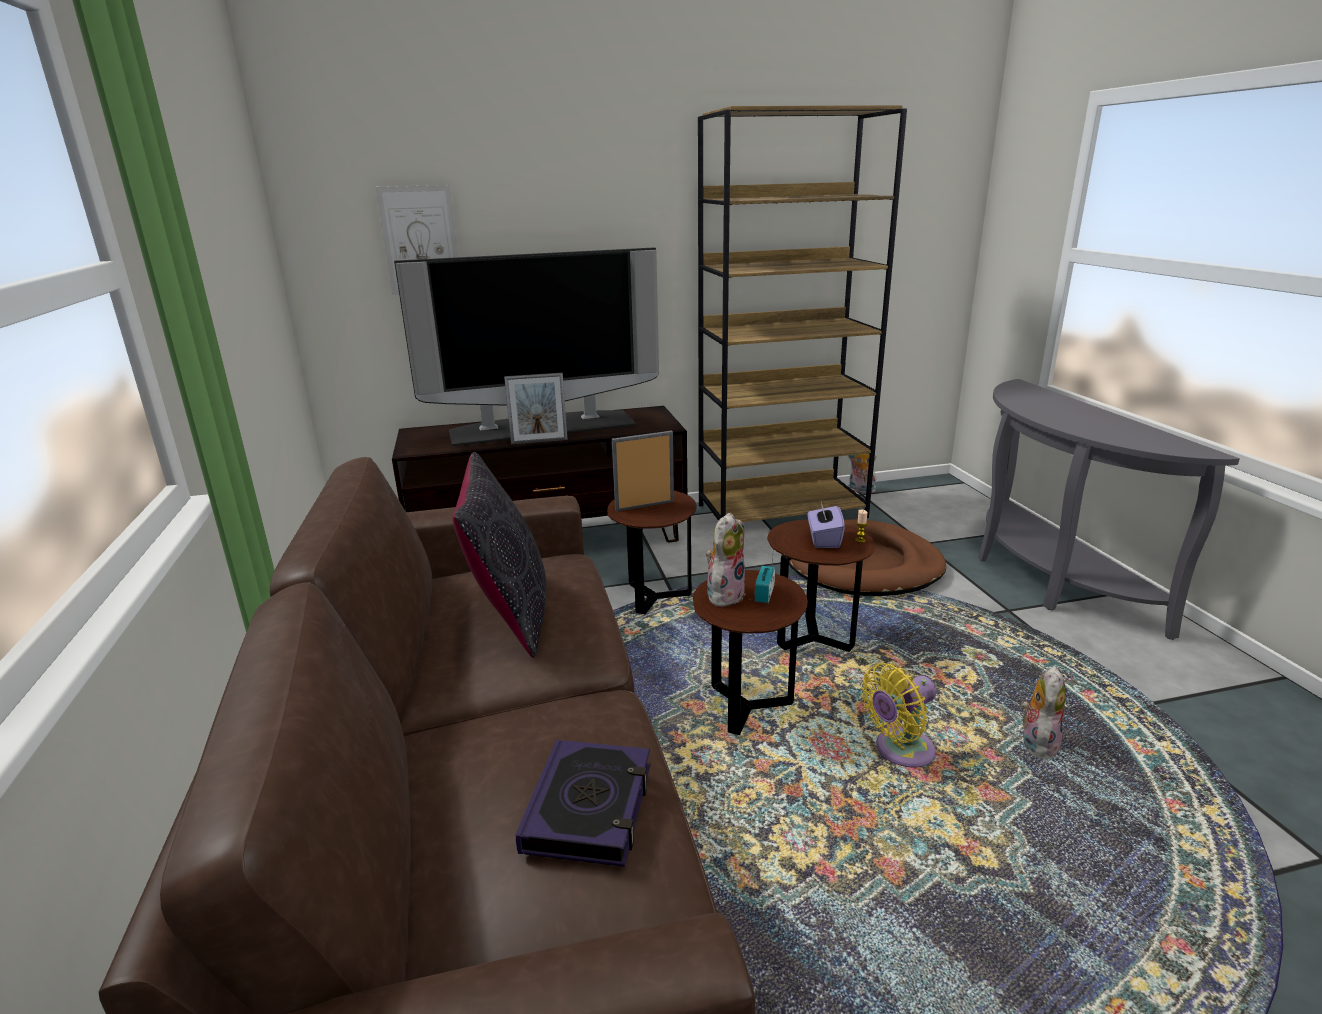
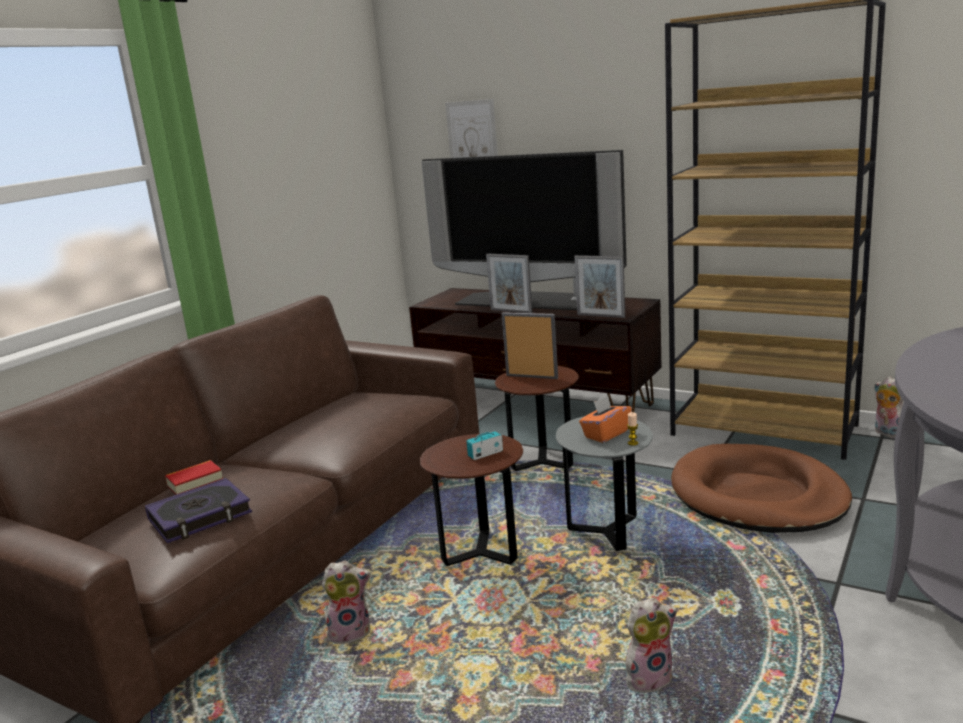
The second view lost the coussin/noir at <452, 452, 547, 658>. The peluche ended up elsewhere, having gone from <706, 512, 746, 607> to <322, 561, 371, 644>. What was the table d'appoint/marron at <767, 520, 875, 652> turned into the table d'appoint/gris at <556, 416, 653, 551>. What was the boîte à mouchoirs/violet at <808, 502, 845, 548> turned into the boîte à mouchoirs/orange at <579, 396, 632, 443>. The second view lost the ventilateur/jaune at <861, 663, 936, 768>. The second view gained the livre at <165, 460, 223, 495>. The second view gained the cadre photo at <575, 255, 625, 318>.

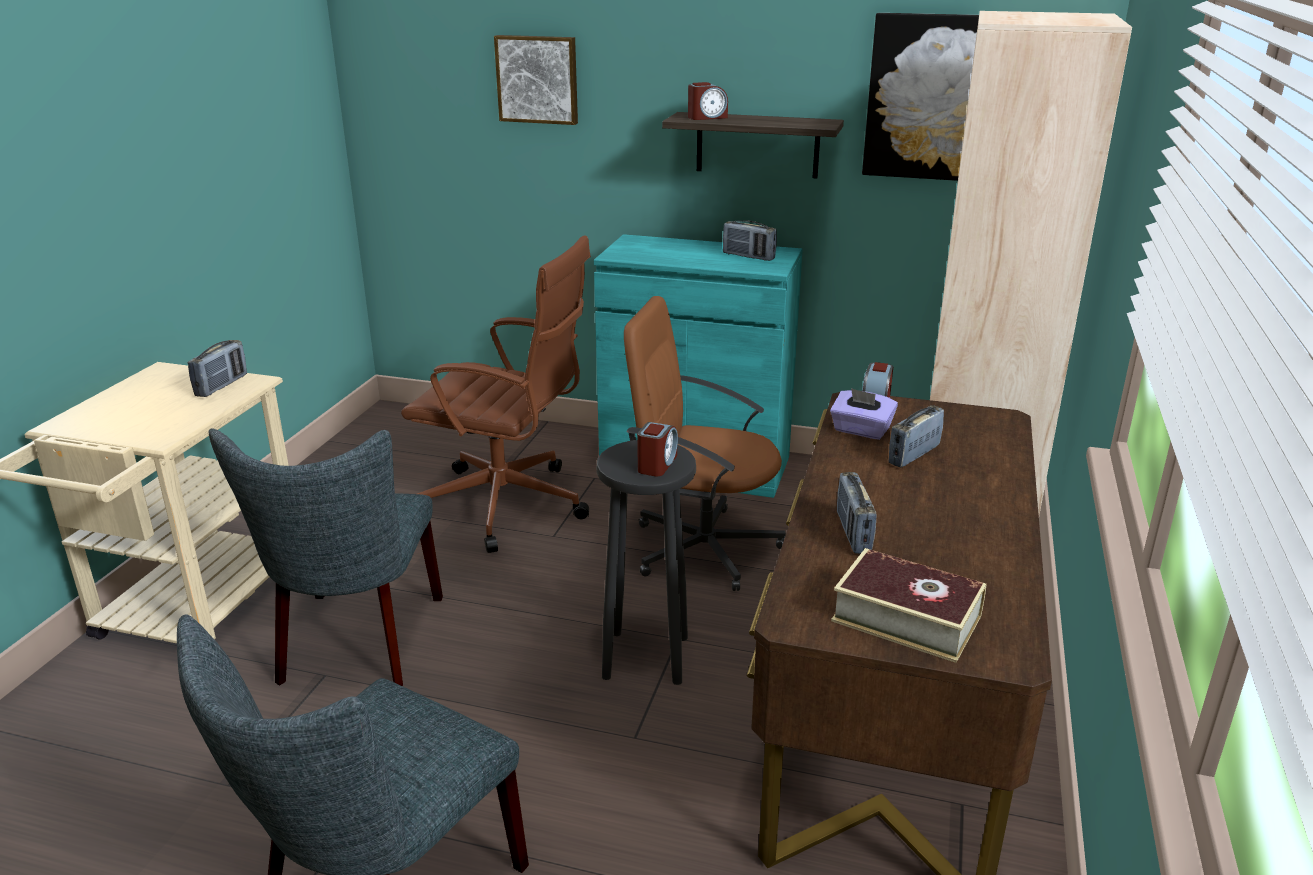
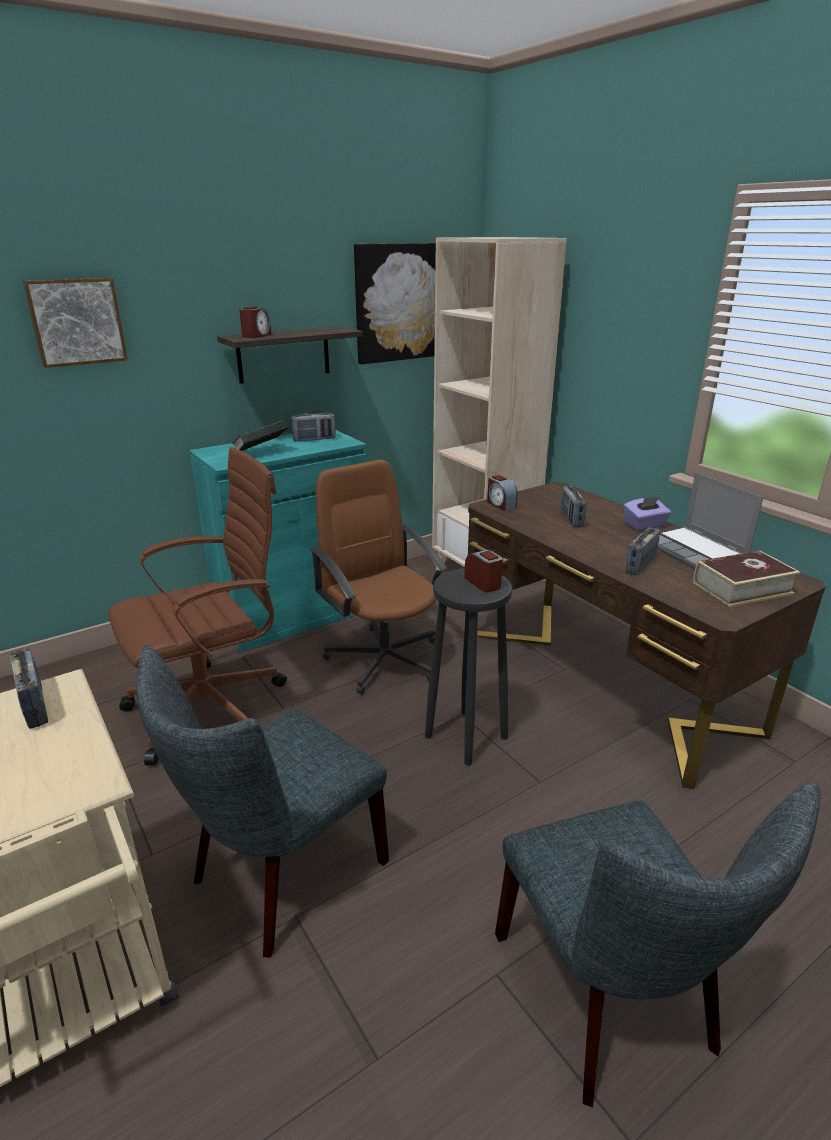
The chaise/gris at <209, 428, 443, 686> ended up facing another way, 90 degrees clockwise from before. The chaise de bureau/marron at <624, 296, 786, 591> ended up facing another way, 90 degrees clockwise from before. The boîte à mouchoirs/violet ended up elsewhere, having gone from <830, 388, 898, 440> to <623, 496, 671, 531>. The radio at <837, 472, 877, 554> ended up facing another way, 90 degrees clockwise from before. The second view gained the livre at <232, 420, 288, 451>. The second view gained the ordinateur portable at <658, 472, 763, 568>.

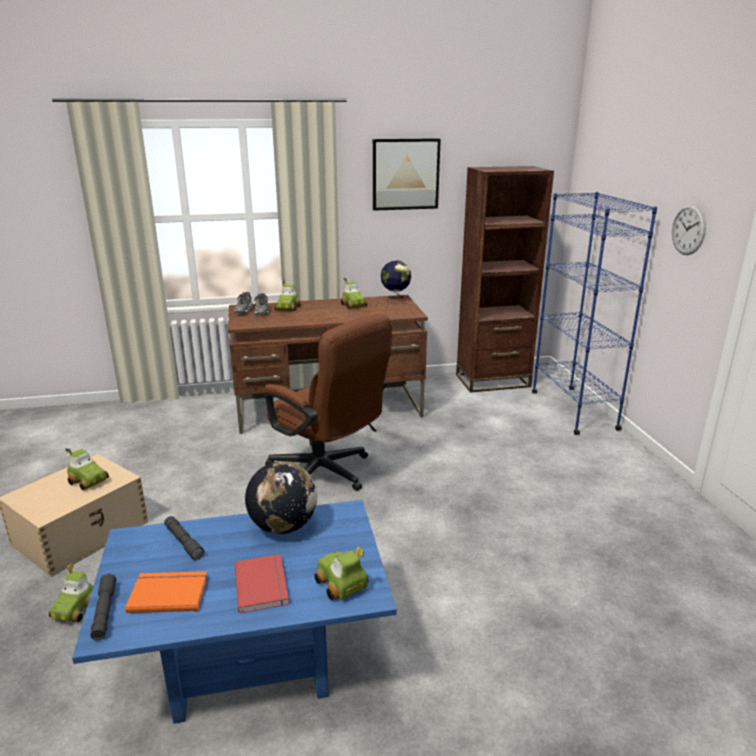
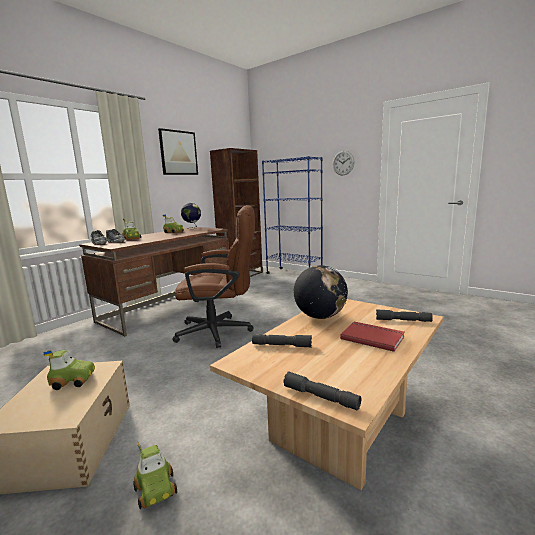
What was the table basse/bleu at <72, 500, 397, 724> turned into the table basse/beige at <210, 299, 443, 490>. The second view lost the livre/orange at <125, 571, 208, 613>. Where the petite voiture stood at <314, 546, 368, 600>, the lampe de poche/gris came to stand at <376, 309, 433, 322>.

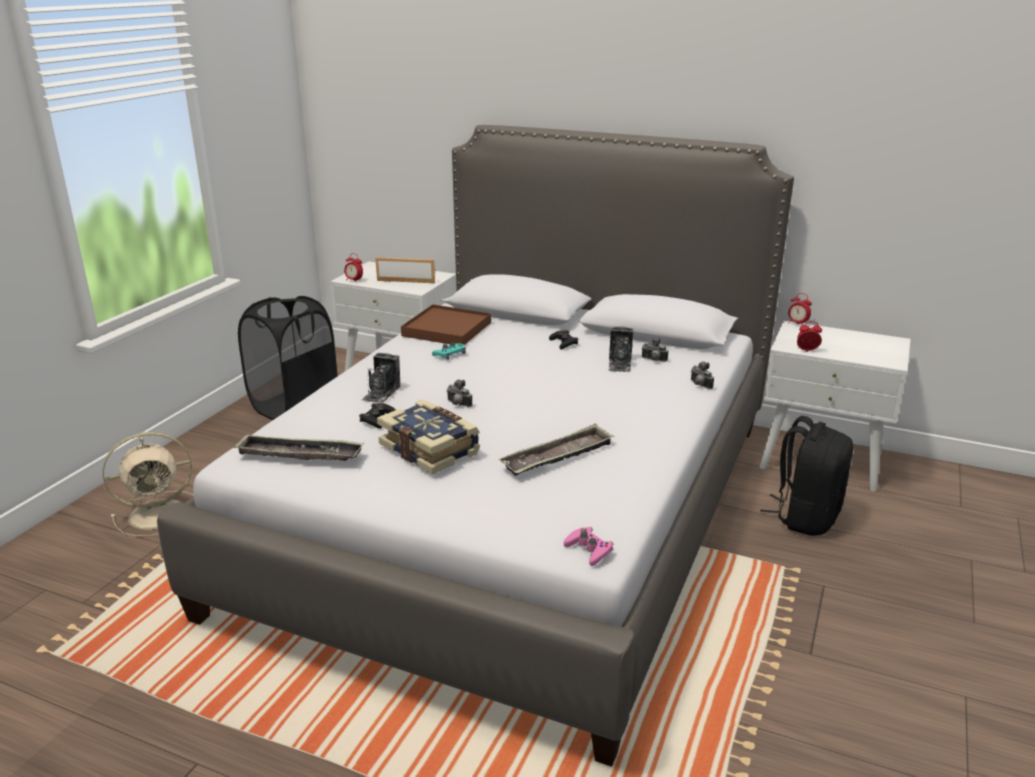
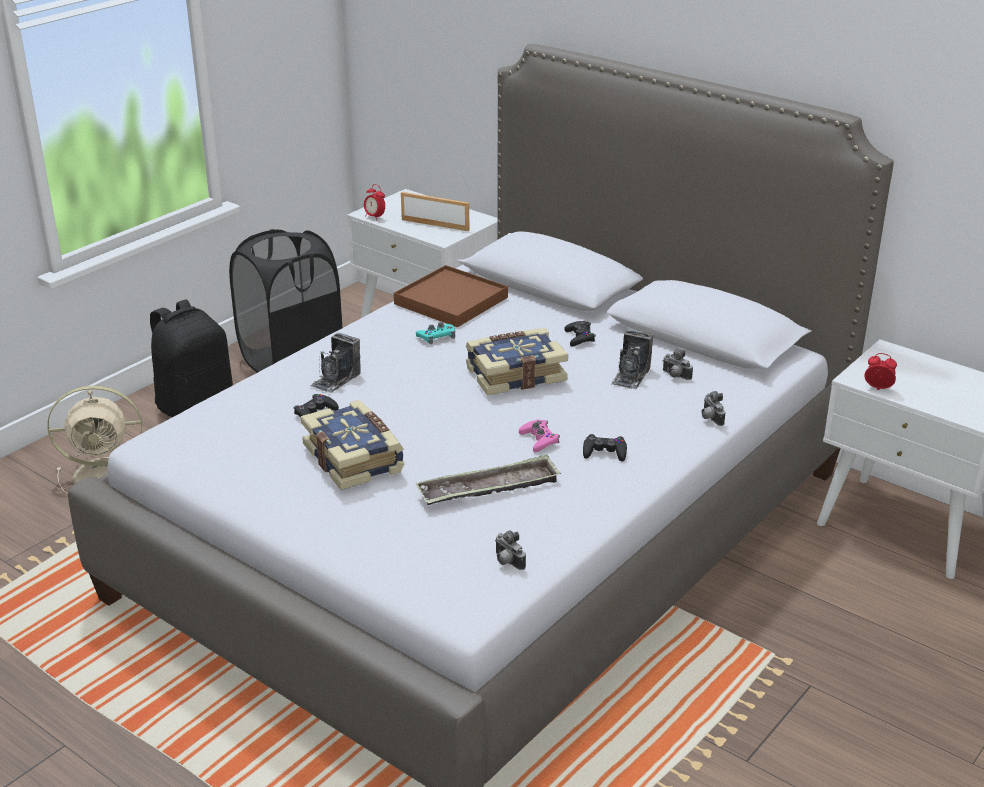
The second view lost the plateau at <233, 434, 364, 461>. The appareil photo ended up elsewhere, having gone from <447, 379, 472, 407> to <495, 530, 526, 570>. The manette/rose ended up elsewhere, having gone from <564, 527, 613, 566> to <519, 420, 560, 452>. The sac à dos/noir ended up elsewhere, having gone from <760, 416, 854, 536> to <150, 300, 233, 417>. The second view lost the réveil at <788, 293, 812, 325>. The second view gained the livre at <466, 328, 568, 396>. The second view gained the manette/noir at <583, 434, 627, 462>.

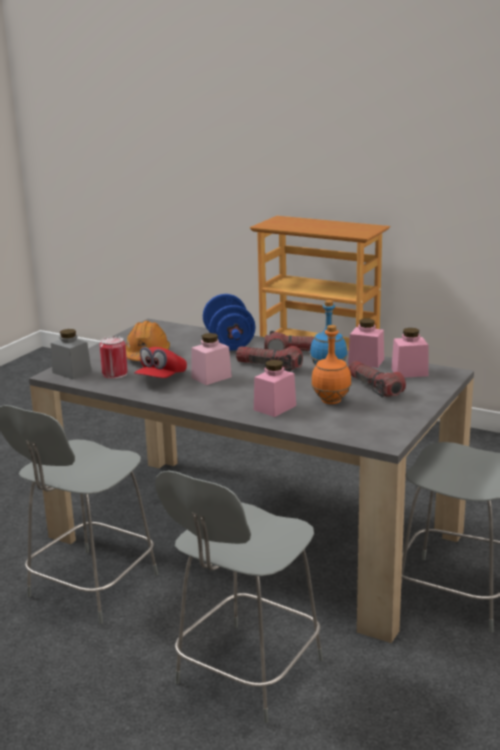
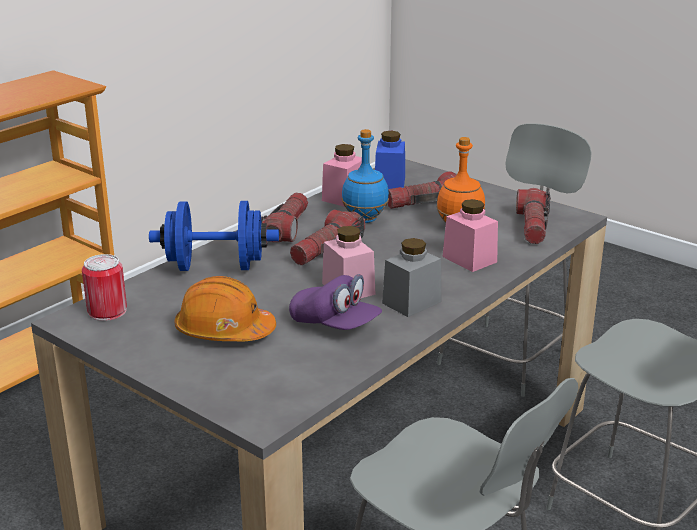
The bocal/gris ended up elsewhere, having gone from <51, 329, 92, 380> to <382, 238, 441, 317>. The boîte métallique ended up elsewhere, having gone from <99, 336, 128, 379> to <82, 254, 127, 321>. What was the casquette/rouge at <134, 347, 187, 378> turned into the casquette/violet at <289, 274, 382, 330>. What was the bocal/rose at <391, 328, 428, 378> turned into the bocal/bleu at <375, 131, 405, 189>. The second view gained the lampe de poche at <516, 188, 551, 244>.

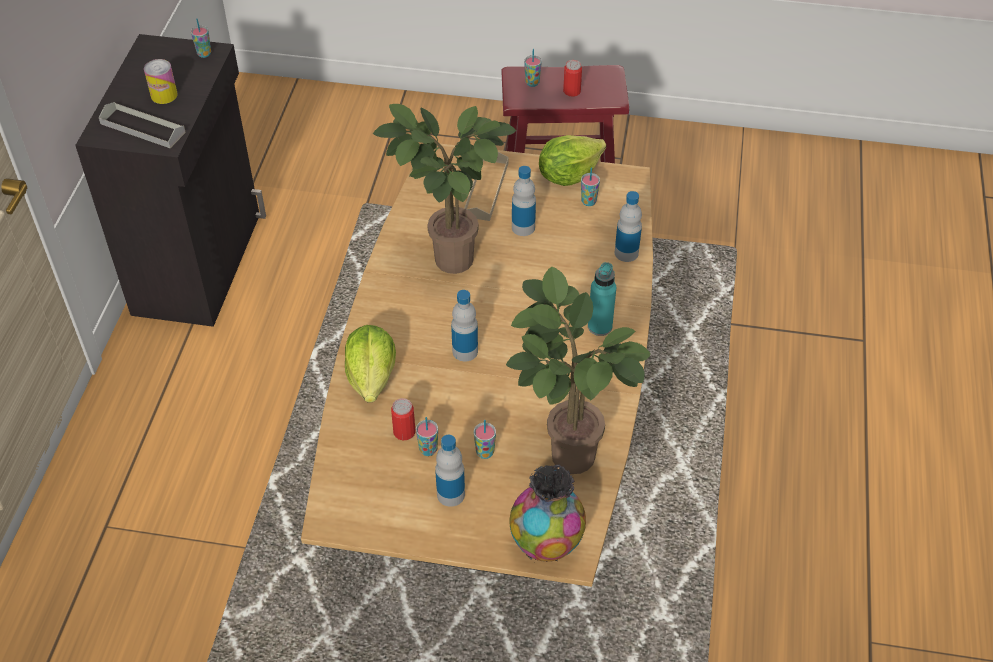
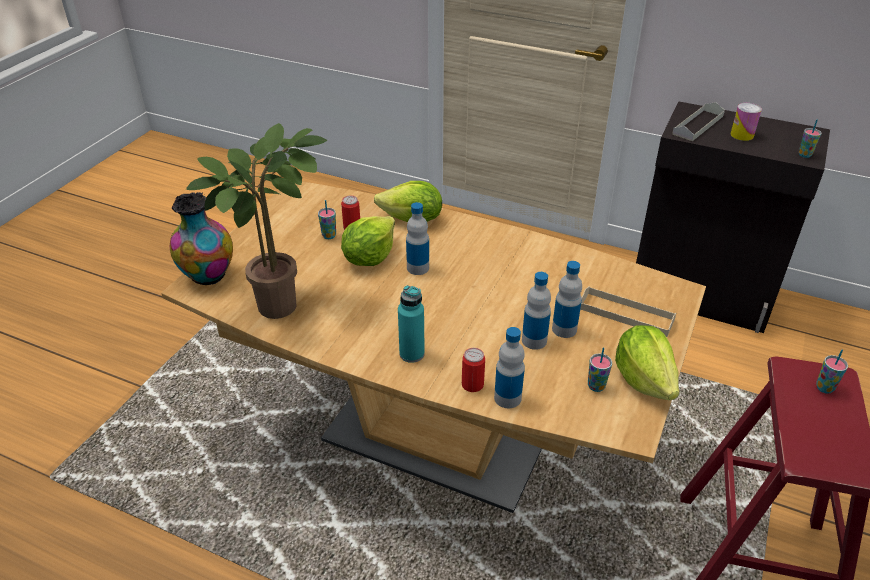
The second view lost the plante en pot at <373, 104, 516, 274>. The bouteille ended up elsewhere, having gone from <435, 435, 465, 507> to <522, 272, 551, 350>. The second view lost the tasse at <474, 420, 496, 459>. The boîte métallique ended up elsewhere, having gone from <563, 60, 582, 97> to <462, 348, 485, 392>. The second view gained the laitue at <341, 216, 395, 266>.

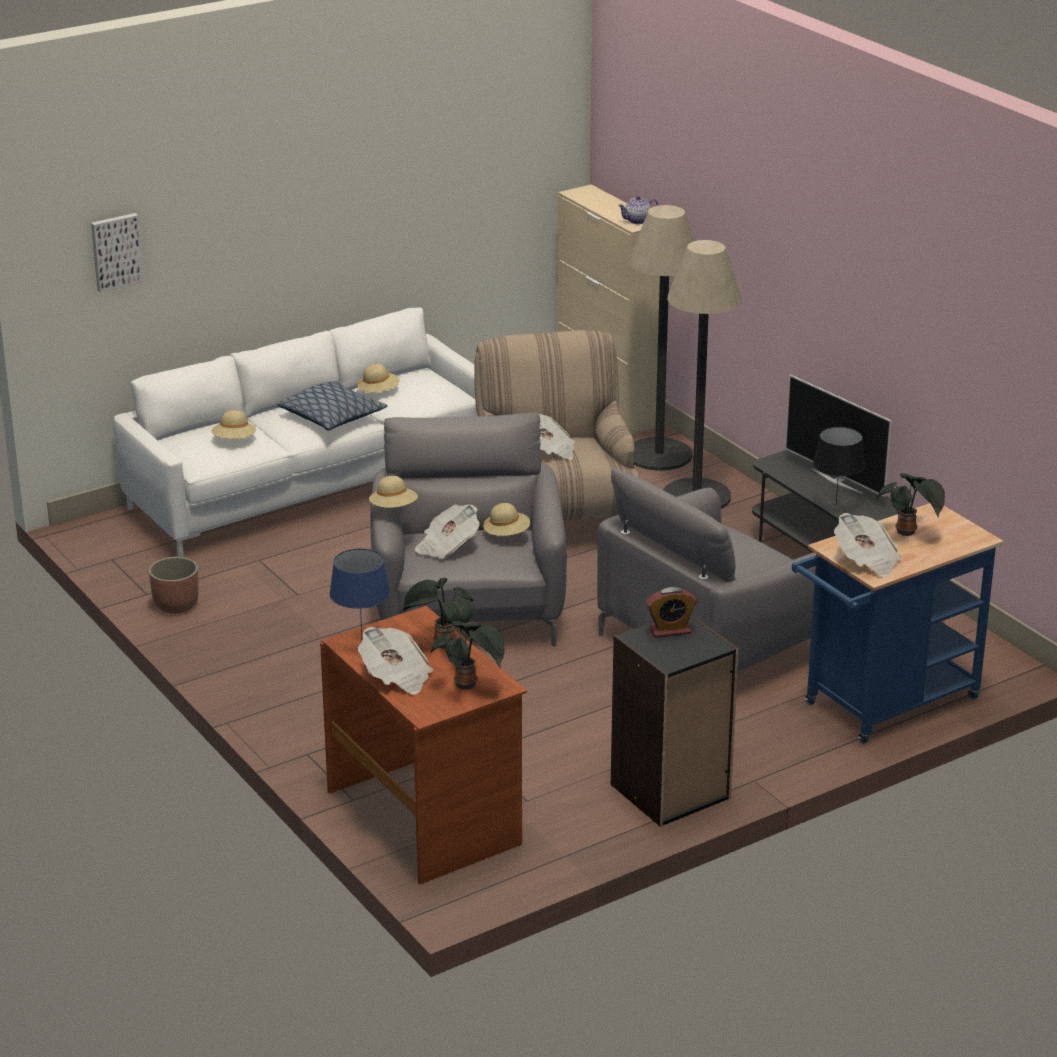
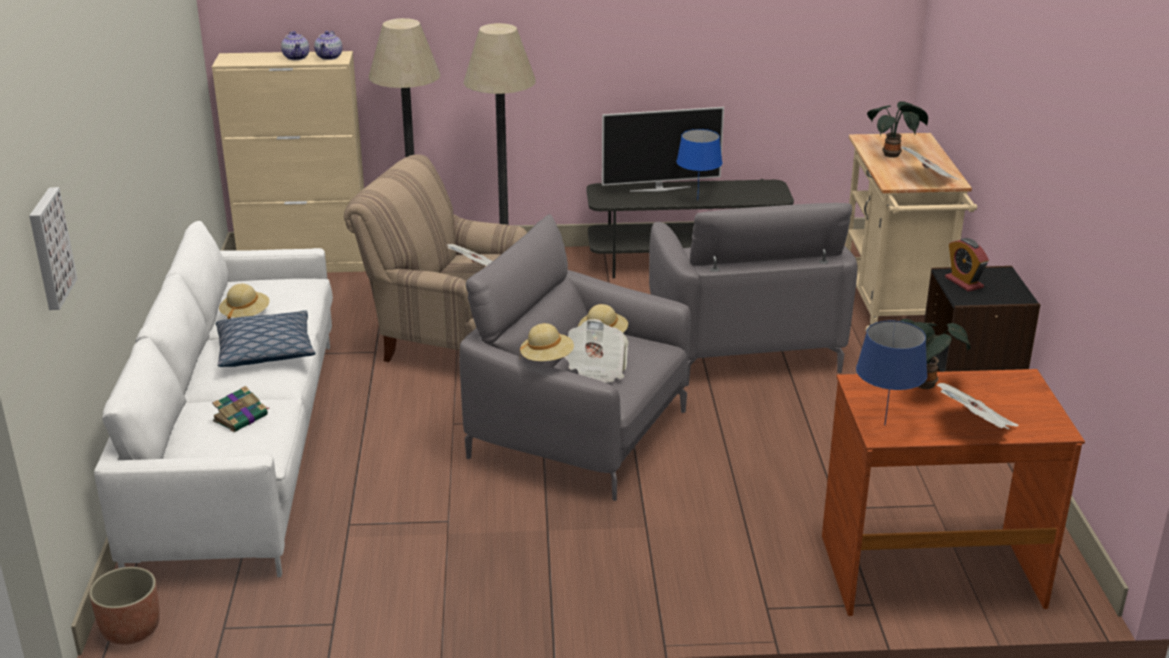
The cache-pot ended up elsewhere, having gone from <149, 557, 199, 614> to <89, 567, 160, 645>. Where the chapeau/beige stood at <211, 410, 256, 439>, the livre came to stand at <212, 386, 269, 432>. The second view lost the plante en pot at <430, 621, 505, 690>. The réveil at <646, 587, 697, 638> ended up facing another way, 135 degrees clockwise from before. What was the chariot/bleu at <792, 503, 1004, 744> turned into the chariot/beige at <845, 133, 977, 332>. What was the lampe de table/noir at <813, 427, 865, 504> turned into the lampe de table/bleu at <676, 129, 722, 200>. The second view gained the théière at <281, 31, 309, 60>.

